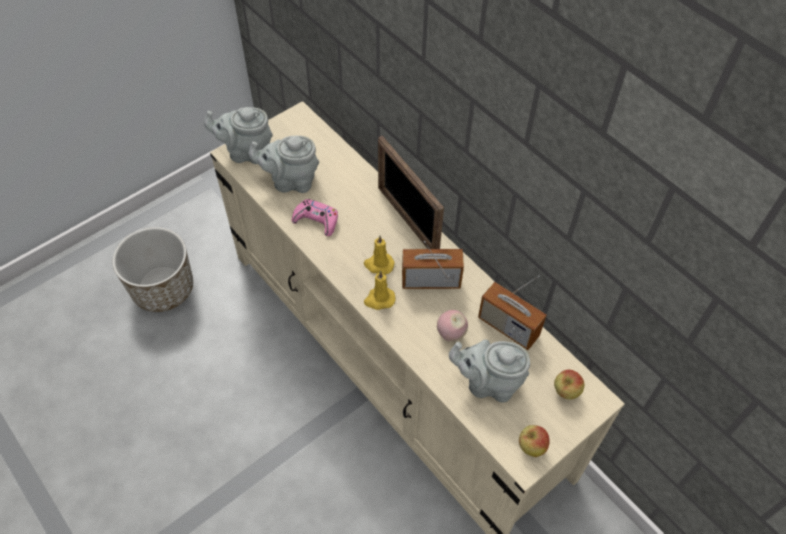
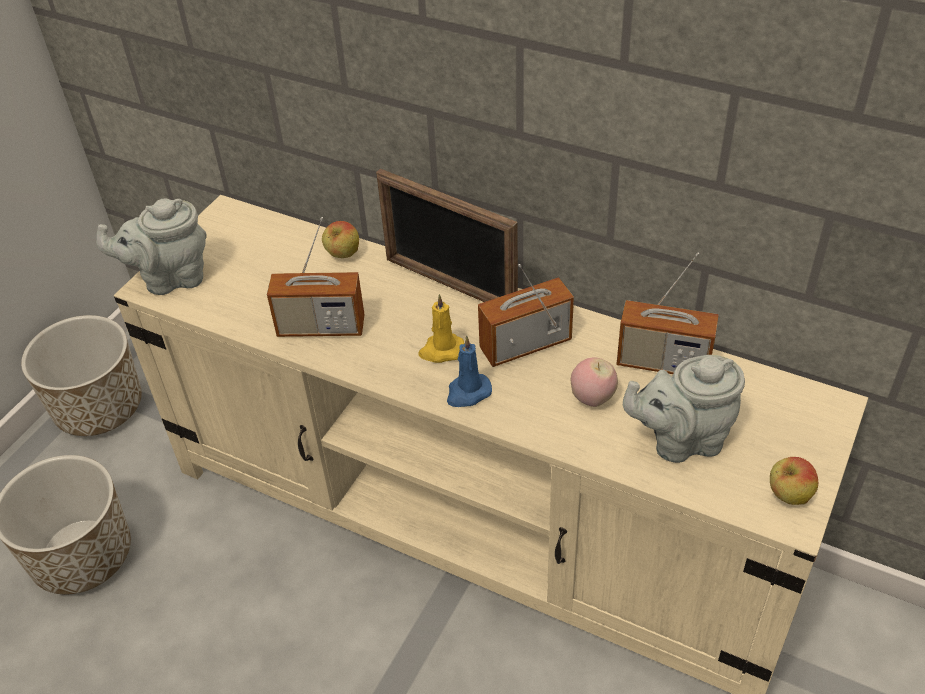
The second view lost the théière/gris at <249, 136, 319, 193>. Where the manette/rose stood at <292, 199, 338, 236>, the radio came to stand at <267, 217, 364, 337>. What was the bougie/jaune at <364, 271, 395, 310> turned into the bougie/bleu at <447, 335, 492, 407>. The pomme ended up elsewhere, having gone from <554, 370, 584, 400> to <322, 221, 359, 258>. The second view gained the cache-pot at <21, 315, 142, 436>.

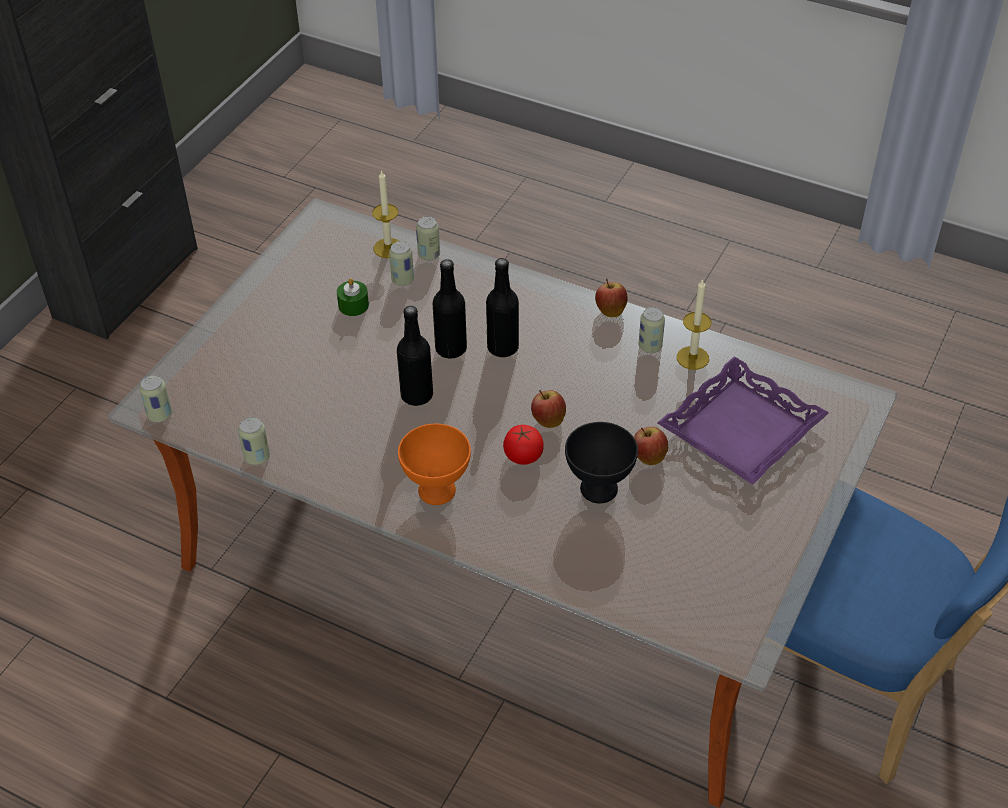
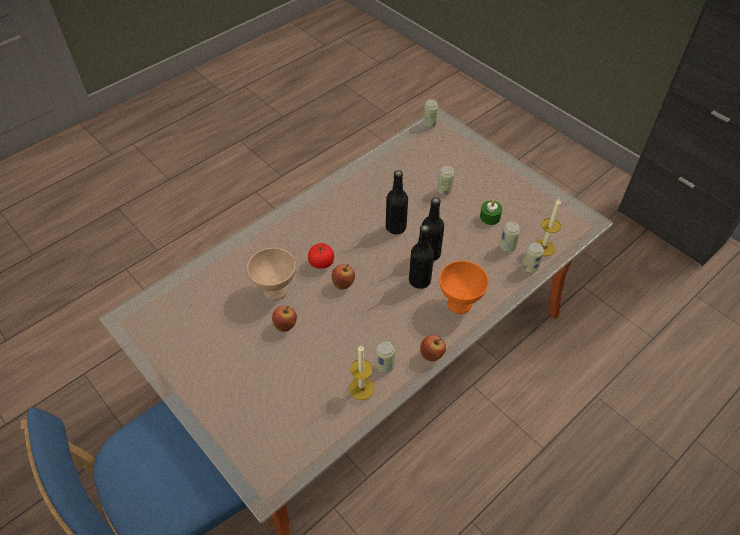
The boîte métallique ended up elsewhere, having gone from <238, 417, 270, 465> to <437, 165, 454, 195>. The bol/orange ended up elsewhere, having gone from <398, 424, 471, 505> to <439, 261, 489, 314>. What was the bol/noir at <565, 422, 638, 504> turned into the bol/beige at <247, 248, 296, 301>. The second view lost the plateau/violet at <657, 356, 829, 485>.

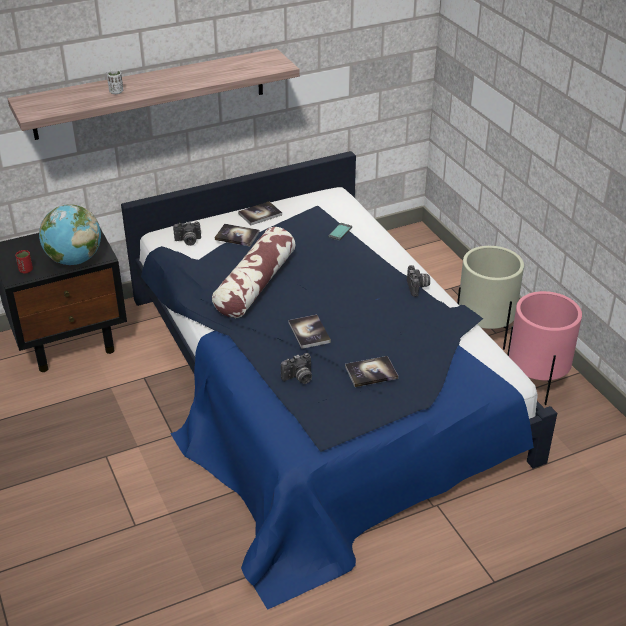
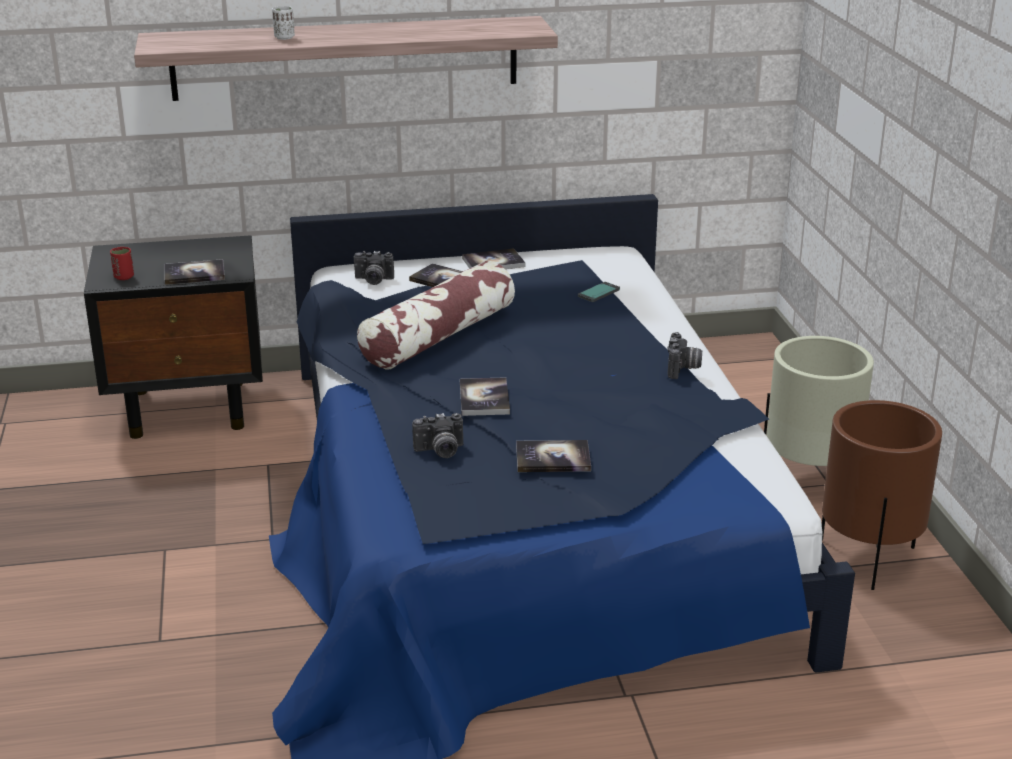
Where the globe stood at <39, 204, 101, 265>, the livre came to stand at <164, 259, 225, 285>. What was the cache-pot/rose at <507, 291, 582, 405> turned into the cache-pot/marron at <822, 400, 942, 590>.

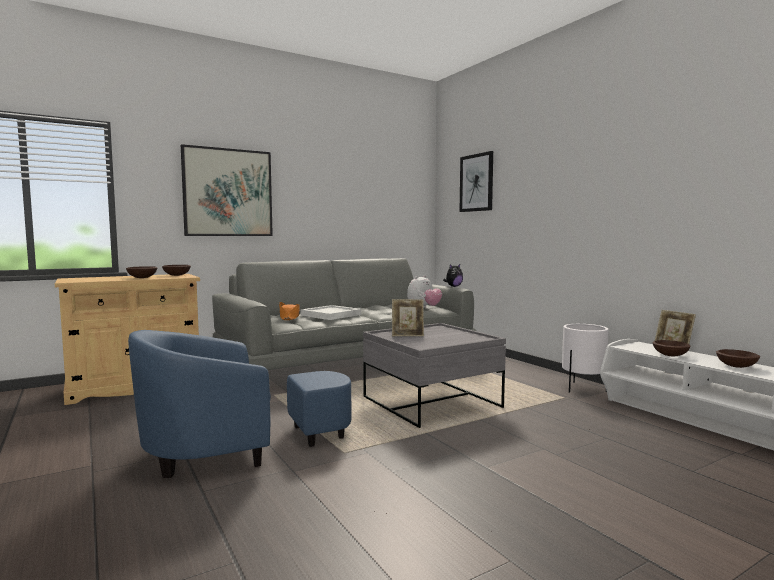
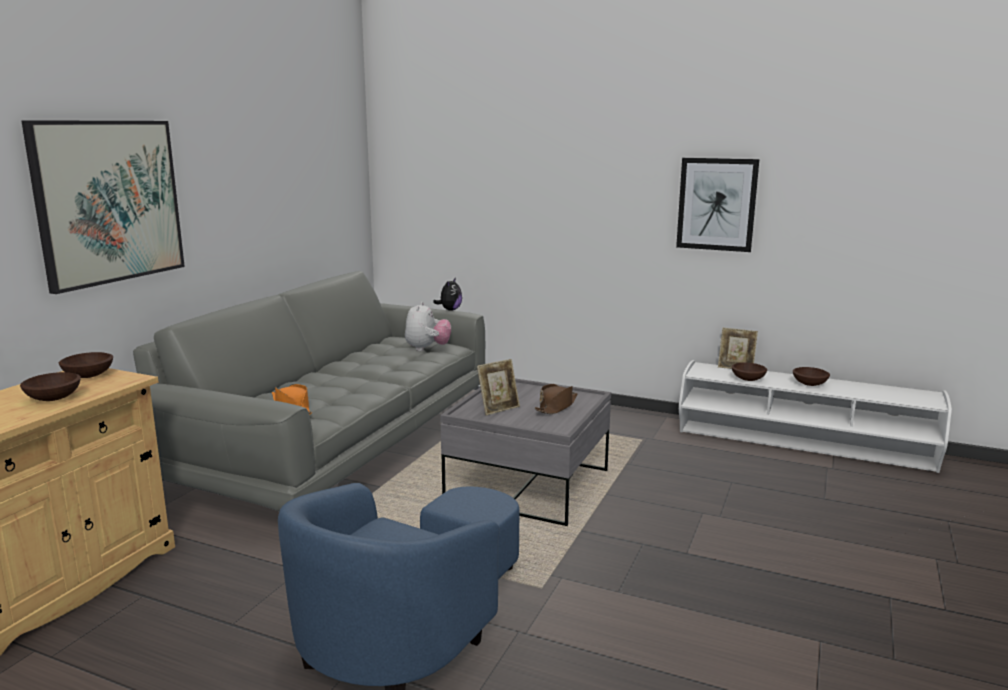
The second view lost the plateau/blanc at <301, 305, 361, 320>. The tableau ended up elsewhere, having gone from <460, 151, 493, 212> to <676, 158, 759, 252>. The second view lost the cache-pot/blanc at <562, 324, 609, 393>. The second view gained the chapeau/marron at <535, 384, 577, 414>.

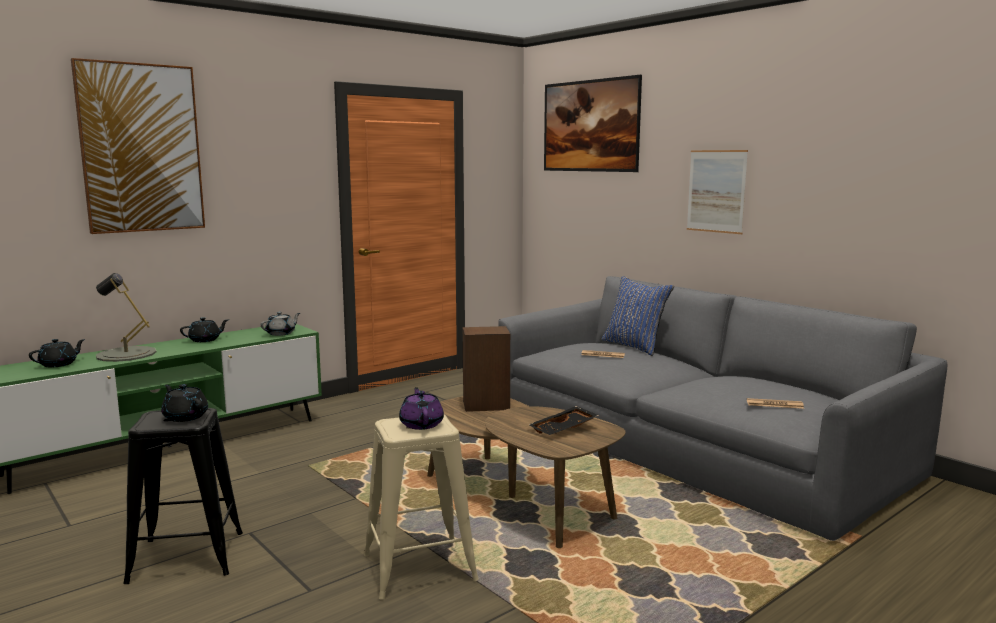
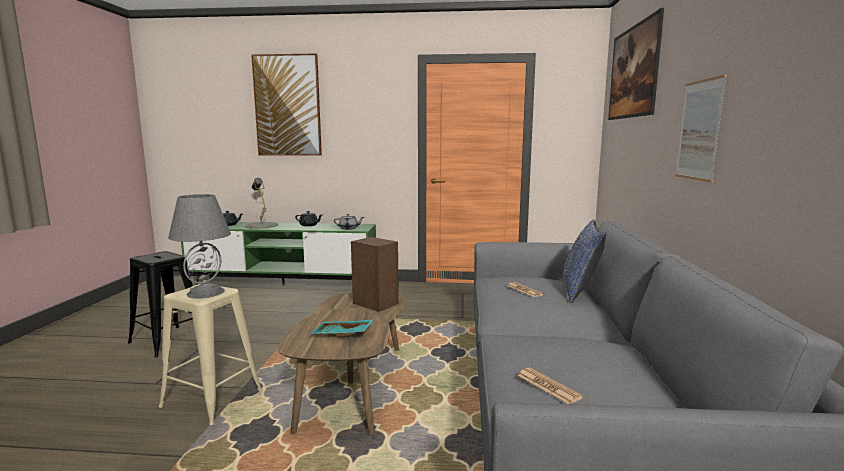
The second view lost the théière/noir at <161, 384, 208, 422>. Where the théière/violet stood at <399, 387, 444, 430>, the lampe de table/gris came to stand at <168, 194, 231, 299>. What was the plateau/noir at <529, 406, 599, 435> turned into the plateau/turquoise at <309, 319, 374, 336>.

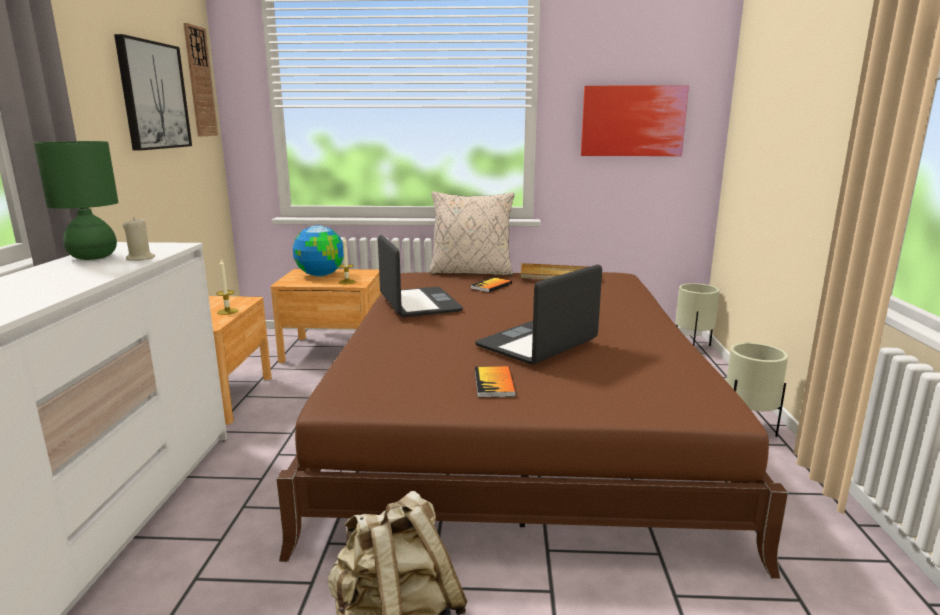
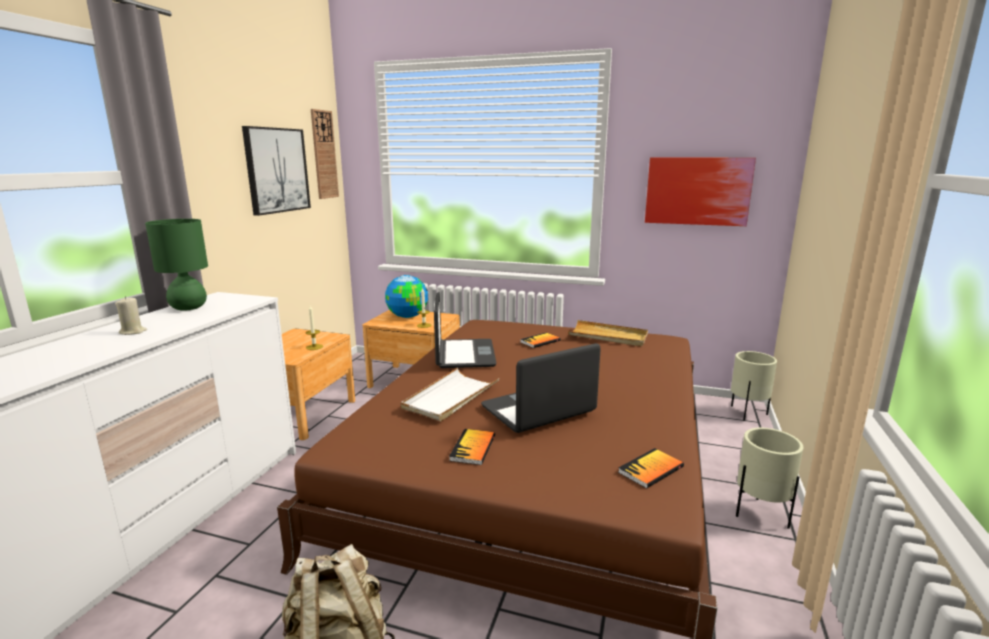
The bougie/beige ended up elsewhere, having gone from <123, 217, 155, 261> to <115, 296, 147, 335>. The second view lost the coussin/beige at <430, 192, 515, 276>. The second view gained the plateau/blanc at <401, 368, 499, 421>. The second view gained the livre at <618, 448, 684, 489>.

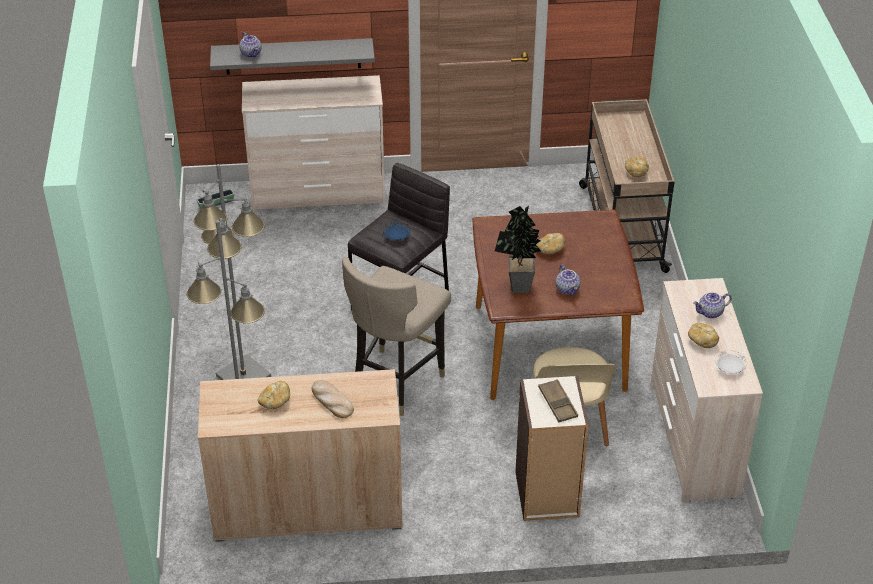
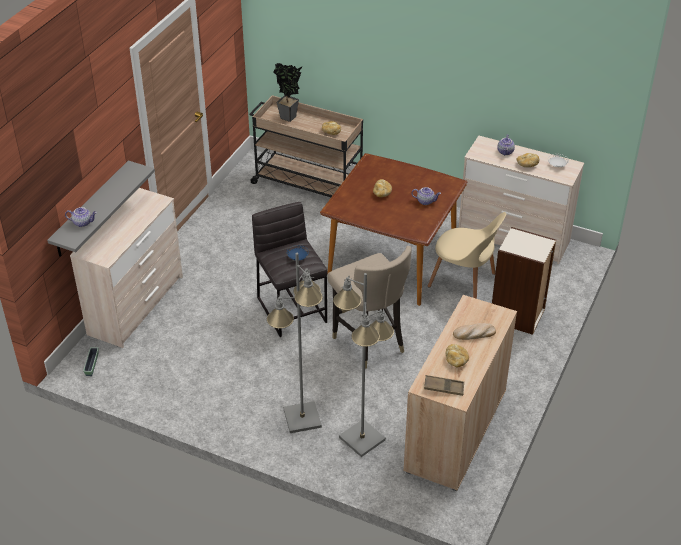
The plante en pot ended up elsewhere, having gone from <495, 206, 541, 293> to <273, 63, 302, 122>. The plateau/marron ended up elsewhere, having gone from <538, 379, 578, 423> to <424, 375, 464, 396>.

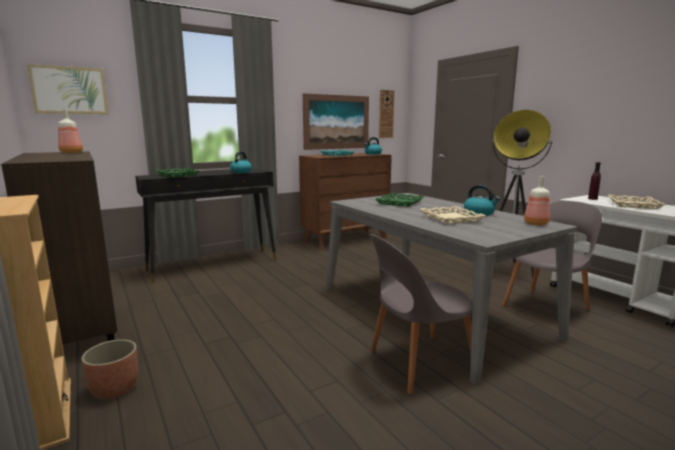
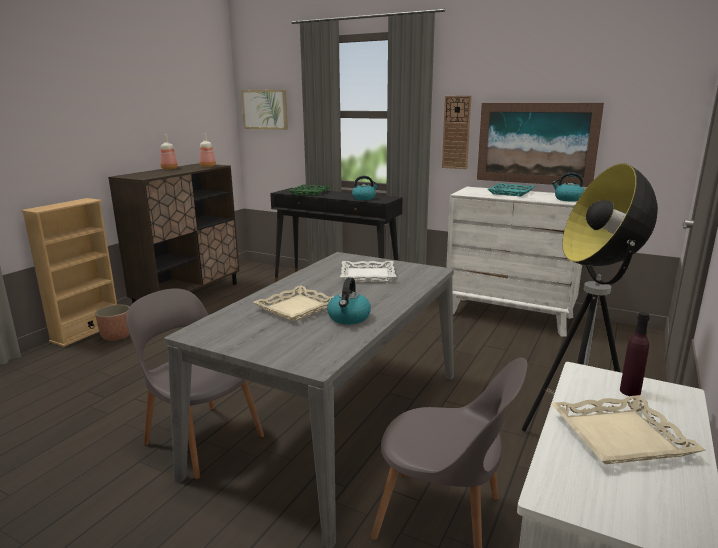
What was the commode/marron at <299, 153, 392, 250> turned into the commode/blanc at <446, 187, 582, 337>. What was the plateau/vert at <375, 193, 424, 207> turned into the plateau/blanc at <340, 261, 396, 282>. The horloge murale ended up elsewhere, having gone from <379, 90, 395, 138> to <442, 96, 472, 169>. The bouteille ended up elsewhere, having gone from <524, 176, 550, 225> to <160, 135, 178, 170>.

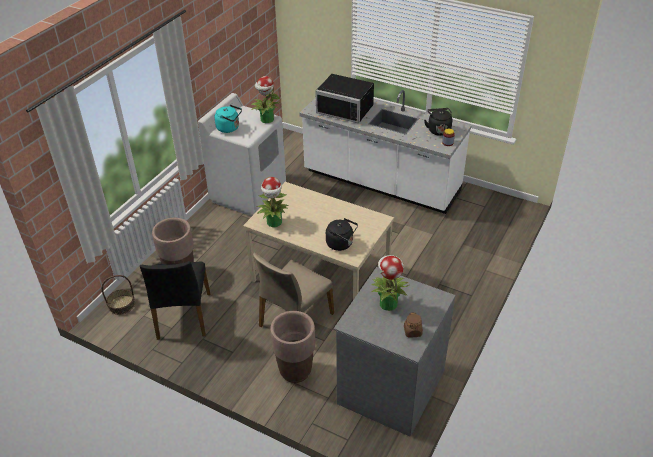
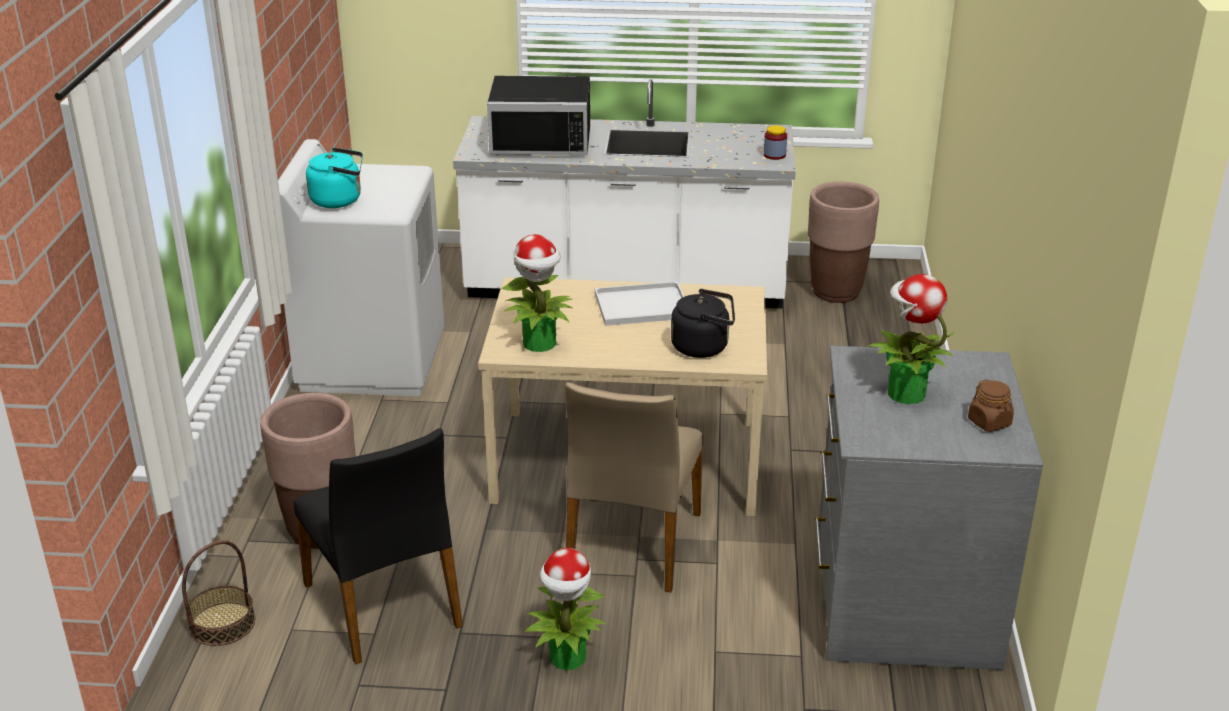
The plante en pot ended up elsewhere, having gone from <251, 76, 280, 123> to <525, 548, 606, 670>. The cache-pot/marron ended up elsewhere, having gone from <270, 311, 315, 383> to <808, 181, 879, 303>. The second view lost the bouilloire/noir at <424, 108, 452, 136>. The second view gained the plateau/blanc at <595, 281, 684, 326>.

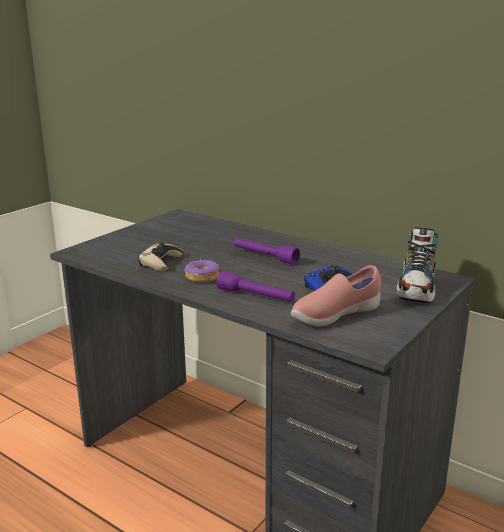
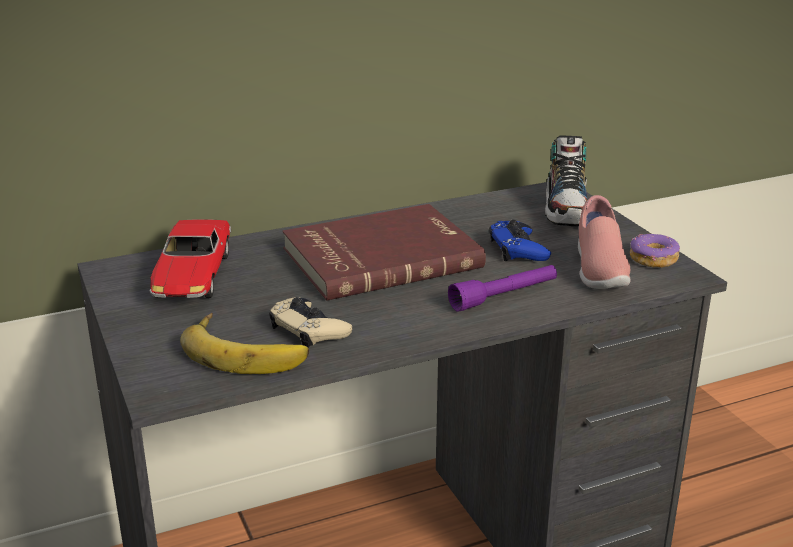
The beignet ended up elsewhere, having gone from <184, 259, 220, 283> to <630, 234, 680, 267>. Where the lampe de poche/violet stood at <234, 238, 300, 265>, the livre/rouge came to stand at <282, 204, 486, 301>. The chaussure at <397, 227, 439, 303> ended up facing another way, 45 degrees clockwise from before. The second view gained the petite voiture at <149, 219, 231, 298>. The second view gained the banane at <180, 313, 309, 374>.

